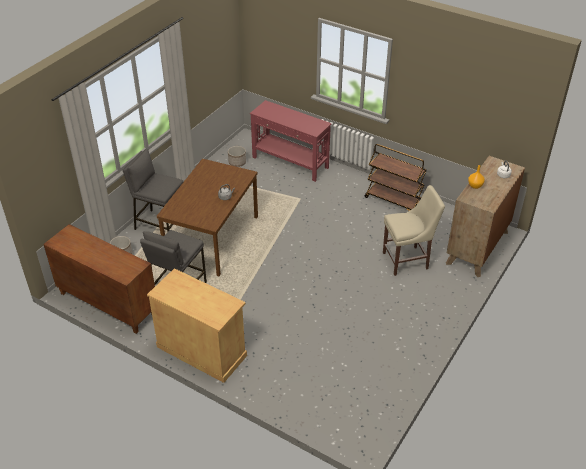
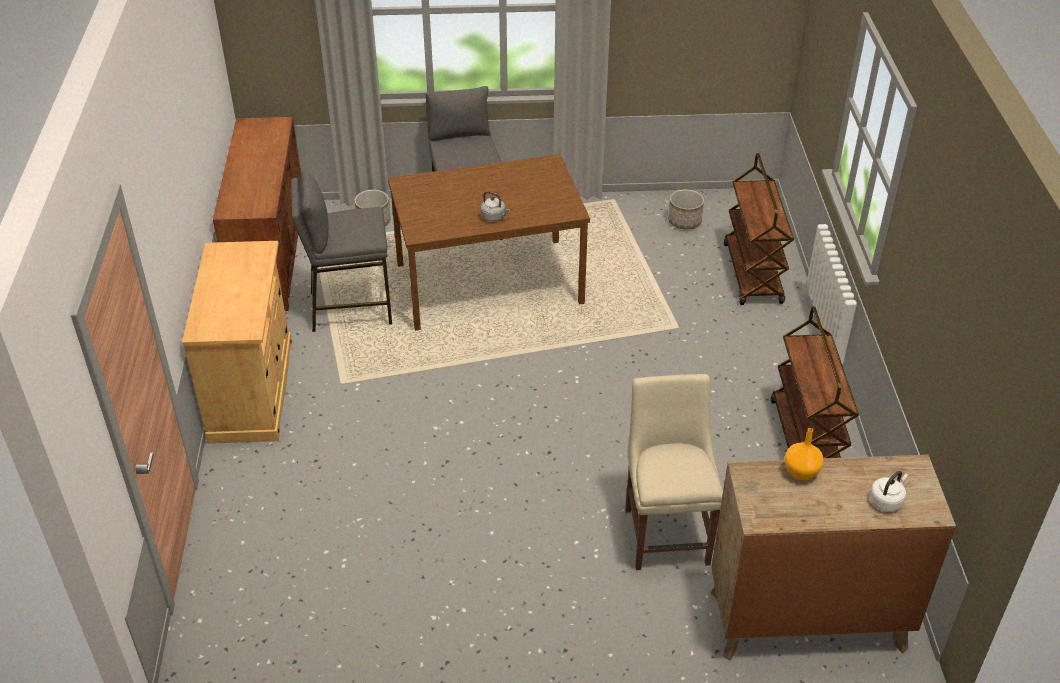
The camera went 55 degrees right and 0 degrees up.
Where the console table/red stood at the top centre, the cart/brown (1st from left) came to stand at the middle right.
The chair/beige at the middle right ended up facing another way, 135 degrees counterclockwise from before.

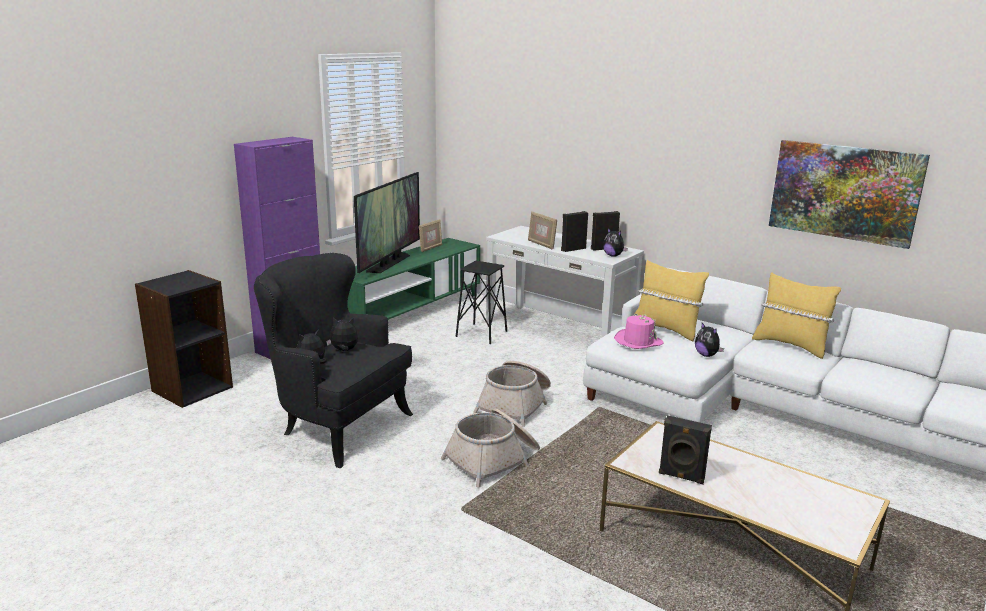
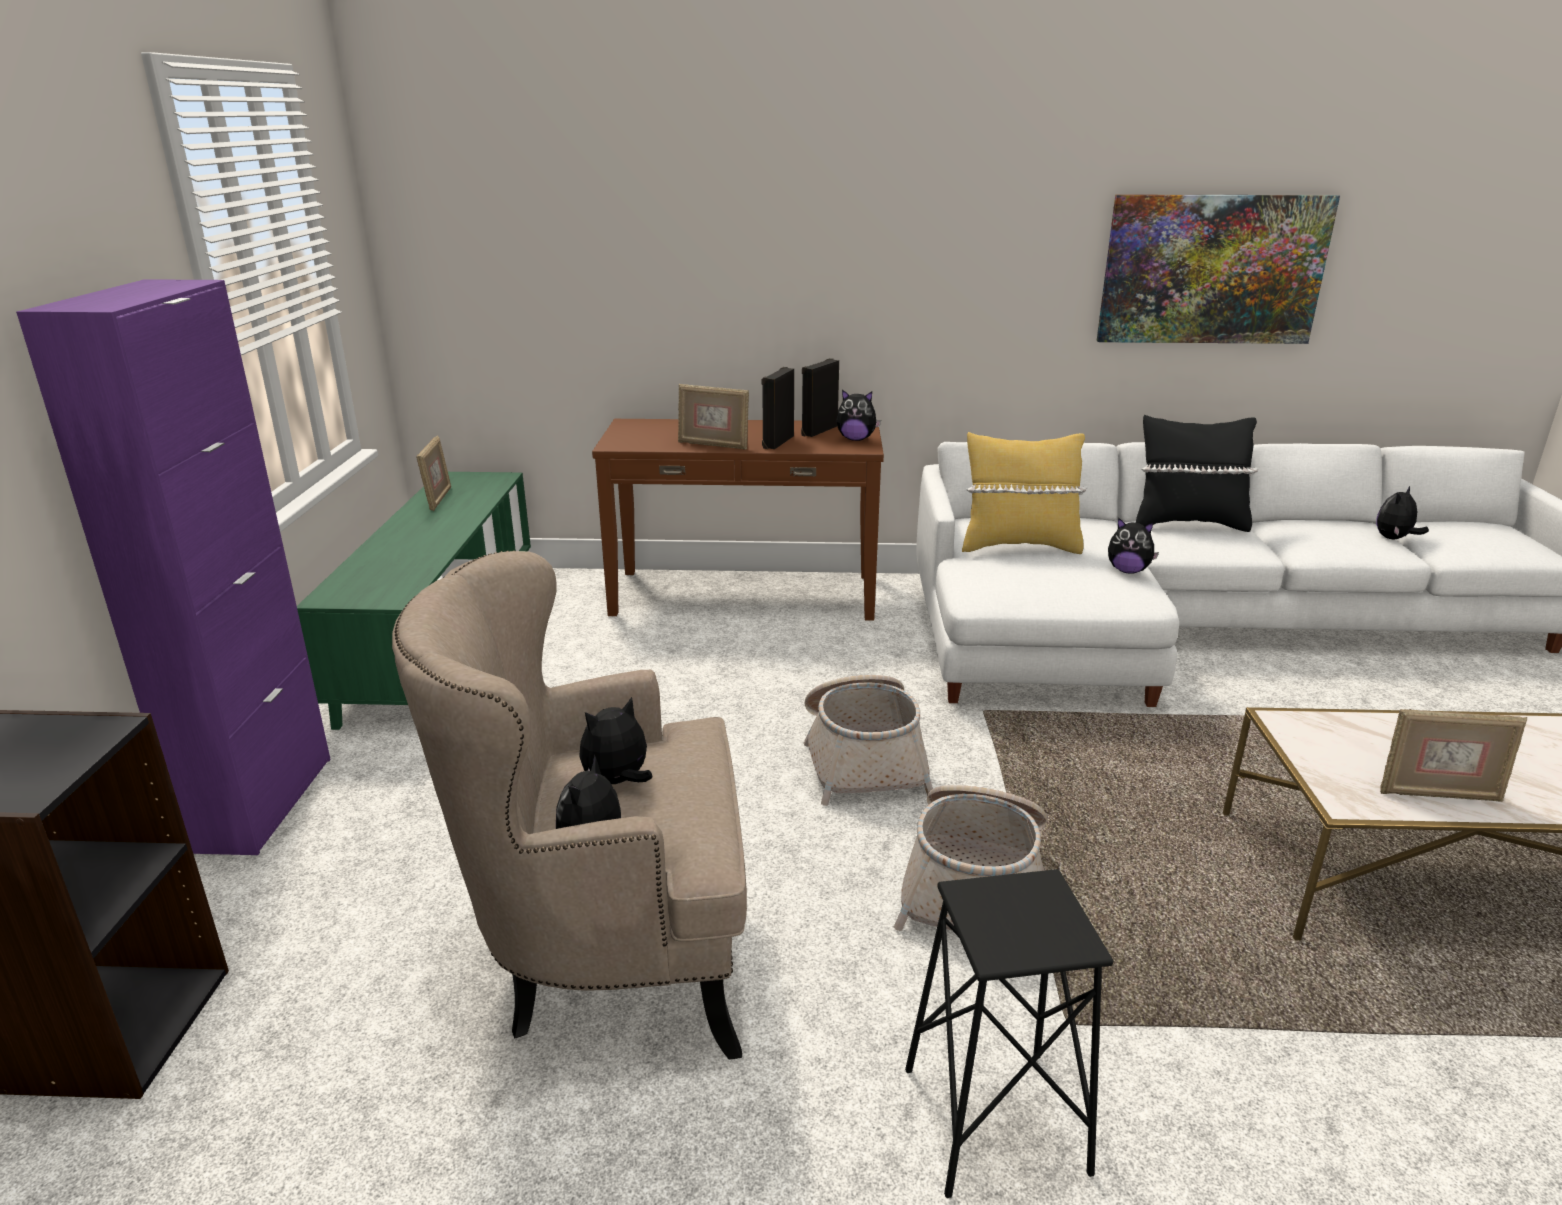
The camera went 35 degrees left and 5 degrees up.
The second view lost the television at the centre.
What was the console table/white at the centre turned into the console table/brown at the centre.
What was the armchair/black at the centre turned into the armchair/beige at the bottom centre.
The stool/black ended up elsewhere, having gone from the centre to the bottom centre.
What was the pillow/yellow (2nd from left) at the middle right turned into the pillow/black at the middle right.
The second view lost the hat/pink at the centre.
Where the speaker/black (3rd from left) stood at the bottom right, the picture frame (3rd from left) came to stand at the middle right.
The second view gained the plush toy (5th from left) at the middle right.

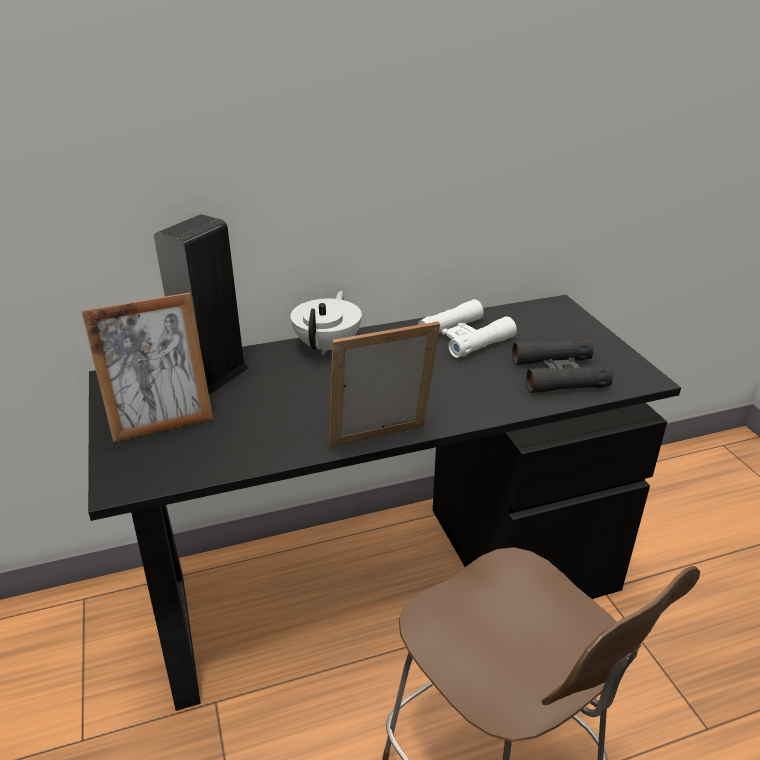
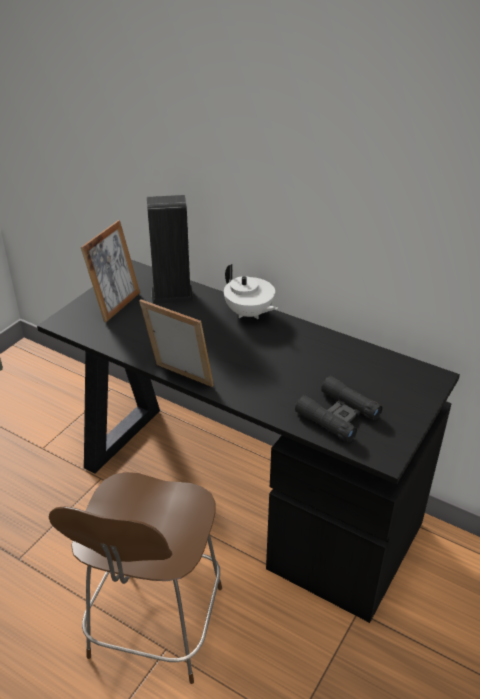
The camera went 50 degrees right and 5 degrees up.
The teapot/white at the centre ended up facing another way, 75 degrees clockwise from before.
The picture frame (1st from left) at the middle left ended up facing another way, 90 degrees counterclockwise from before.
The second view lost the binoculars/white at the centre.

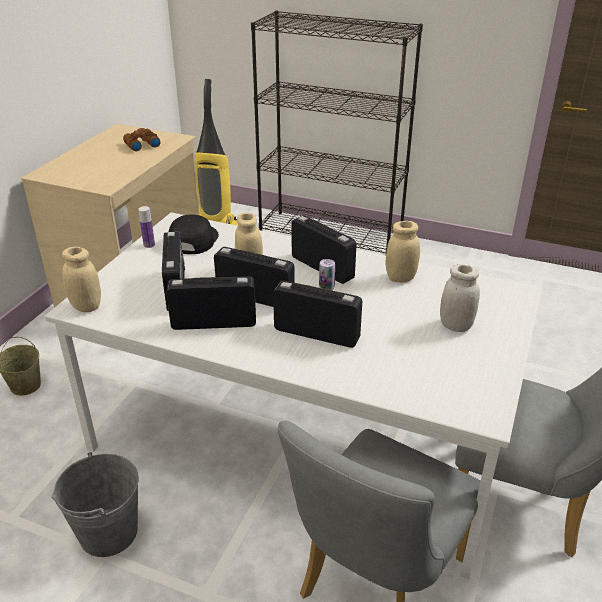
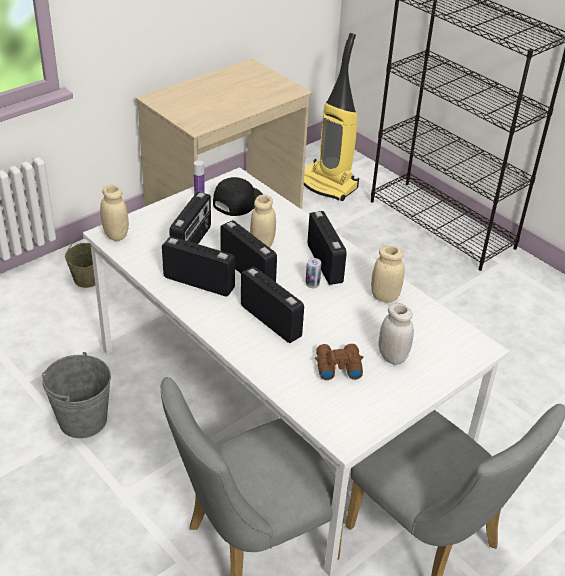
The camera went 25 degrees right and 5 degrees up.
The binoculars/brown ended up elsewhere, having gone from the top left to the centre.

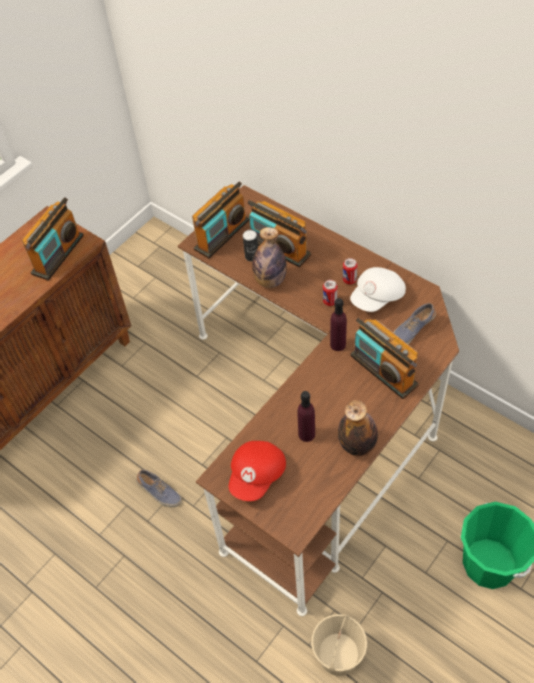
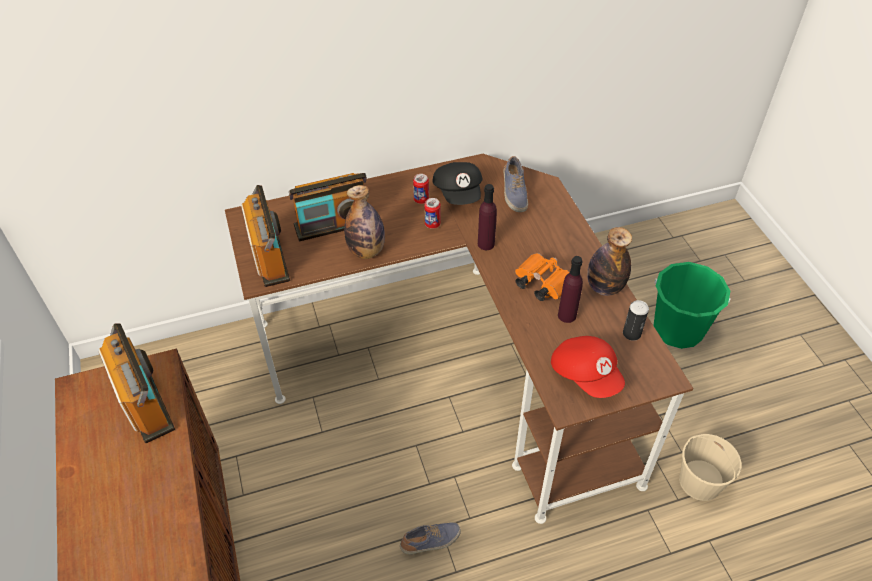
The camera went 60 degrees left and 5 degrees down.
The can (1st from left in the first image) ended up elsewhere, having gone from the centre to the middle right.
What was the cap/white at the middle right turned into the cap/black at the top centre.
The second view lost the radio (4th from left) at the middle right.
The second view gained the binoculars/orange at the centre.

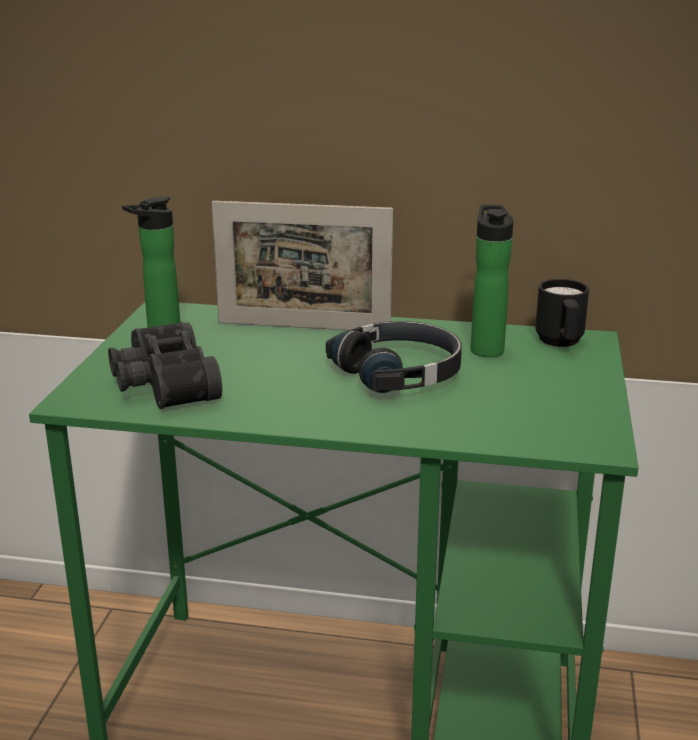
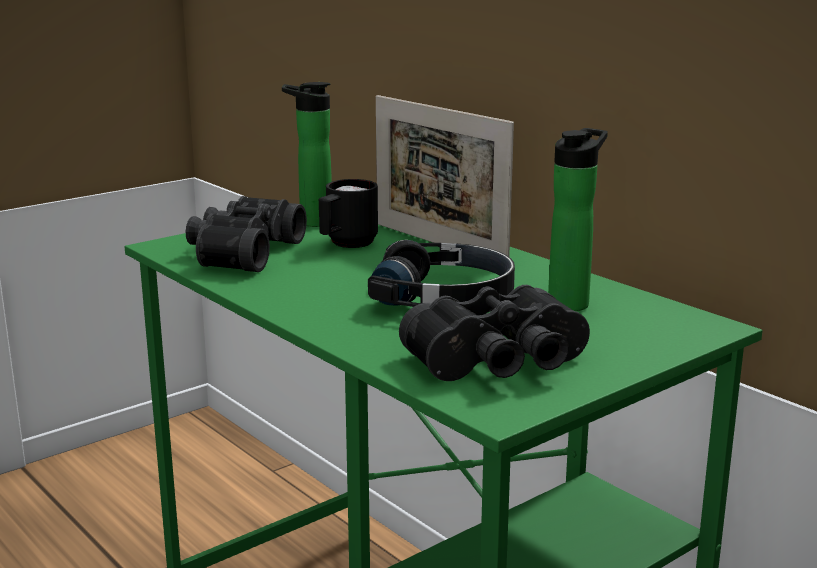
The camera went 40 degrees right and 5 degrees down.
The mug/black ended up elsewhere, having gone from the middle right to the centre.
The second view gained the binoculars/black (2nd from left) at the centre.

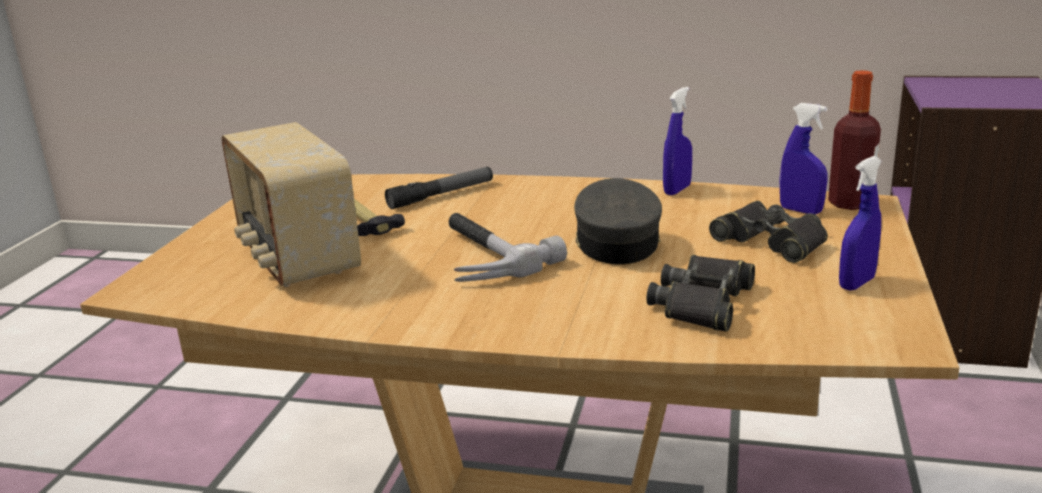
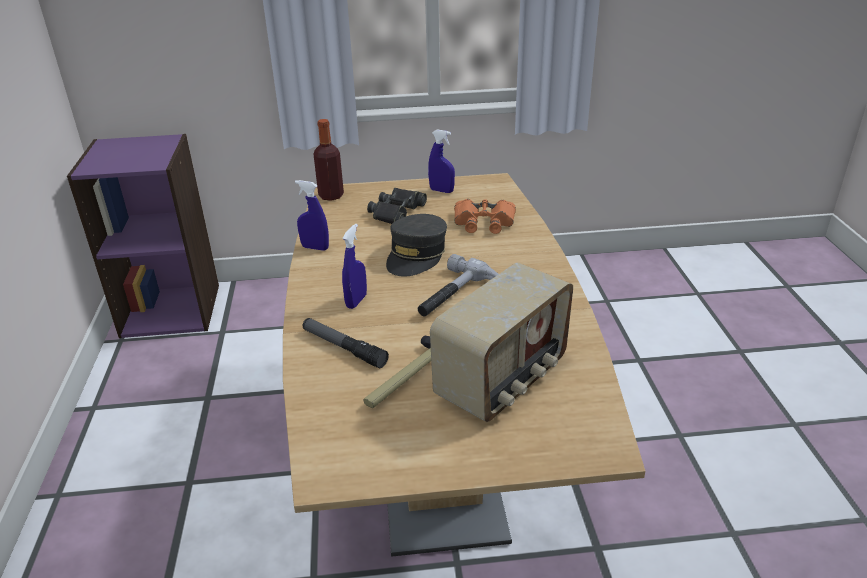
The camera went 110 degrees left and 10 degrees up.
The spray bottle/blue (2nd from left) ended up elsewhere, having gone from the top right to the centre.
The cap/grey at the centre ended up facing another way, 45 degrees counterclockwise from before.
What was the binoculars/black (1st from left) at the middle right turned into the binoculars/orange at the centre.

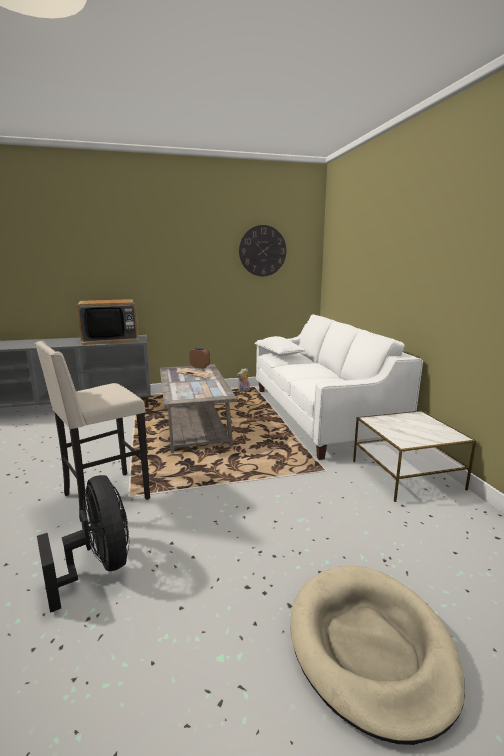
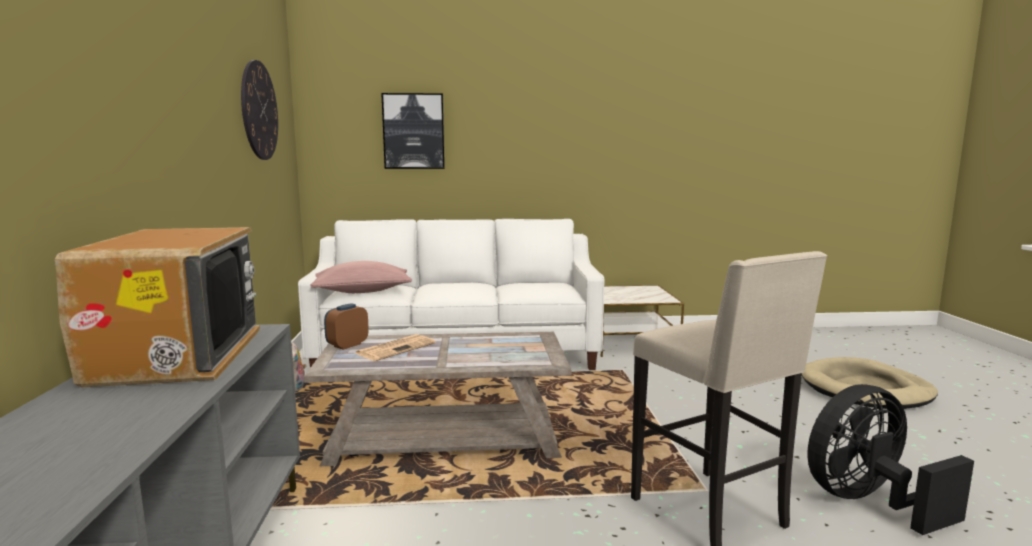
The camera went 80 degrees left and 5 degrees down.
What was the pillow/white at the centre turned into the pillow/pink at the centre.
The second view gained the picture at the top centre.

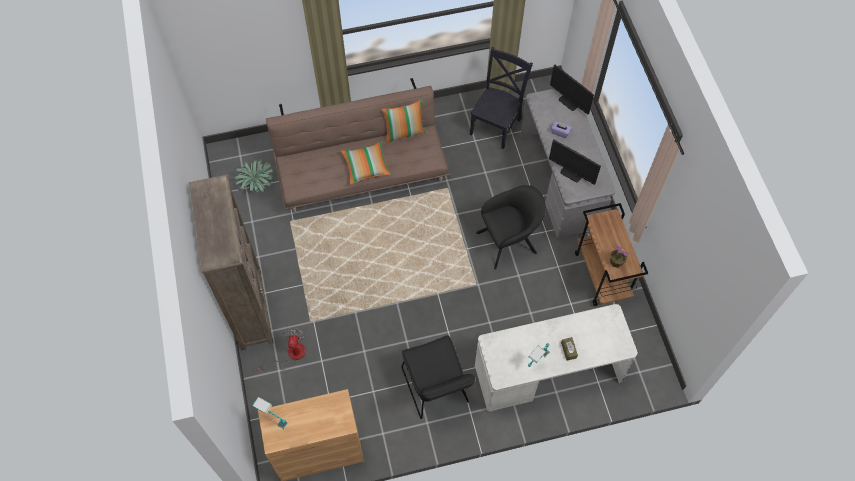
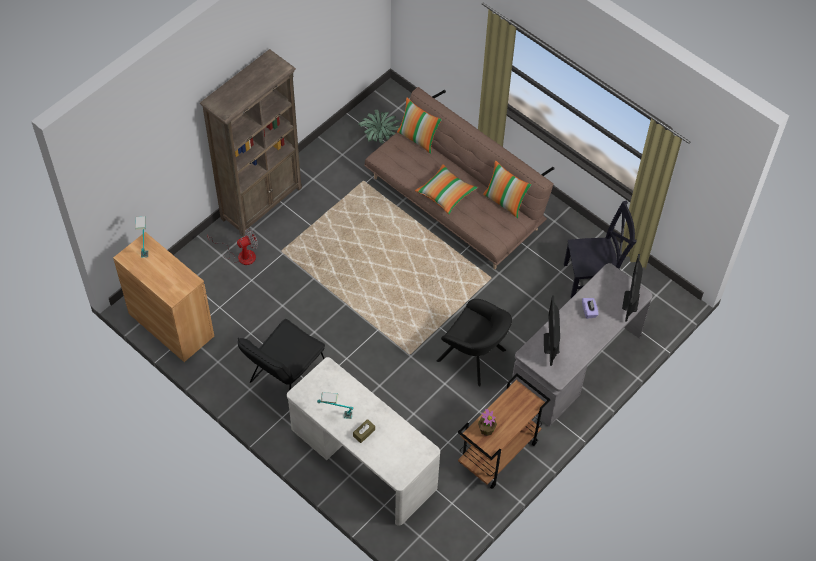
The camera went 55 degrees right and 5 degrees down.
The second view gained the pillow (1st from left) at the top centre.

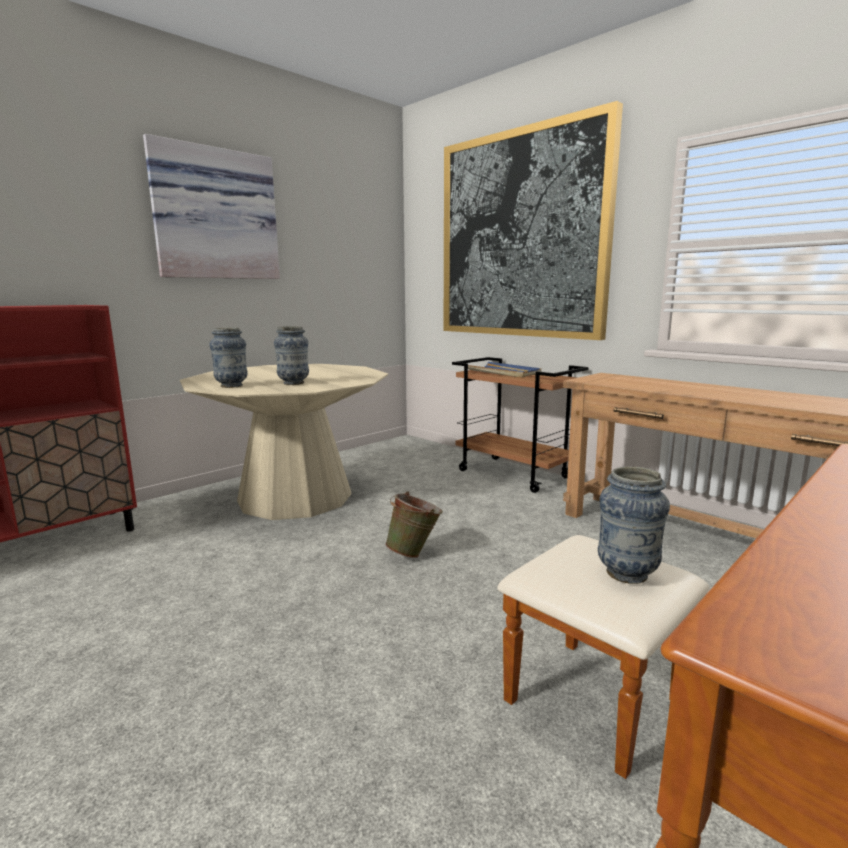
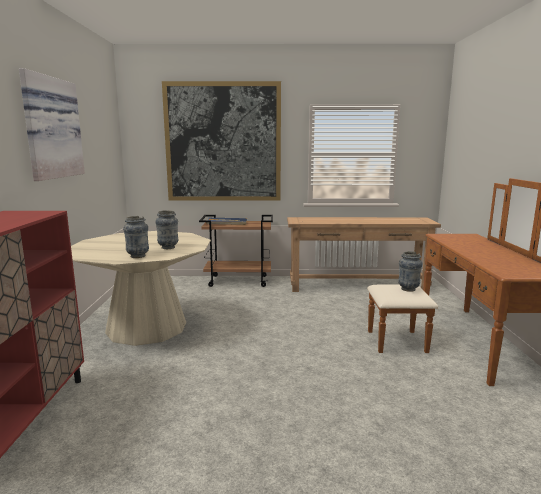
The camera went 45 degrees left and 0 degrees up.
The second view lost the bucket/green at the centre.

